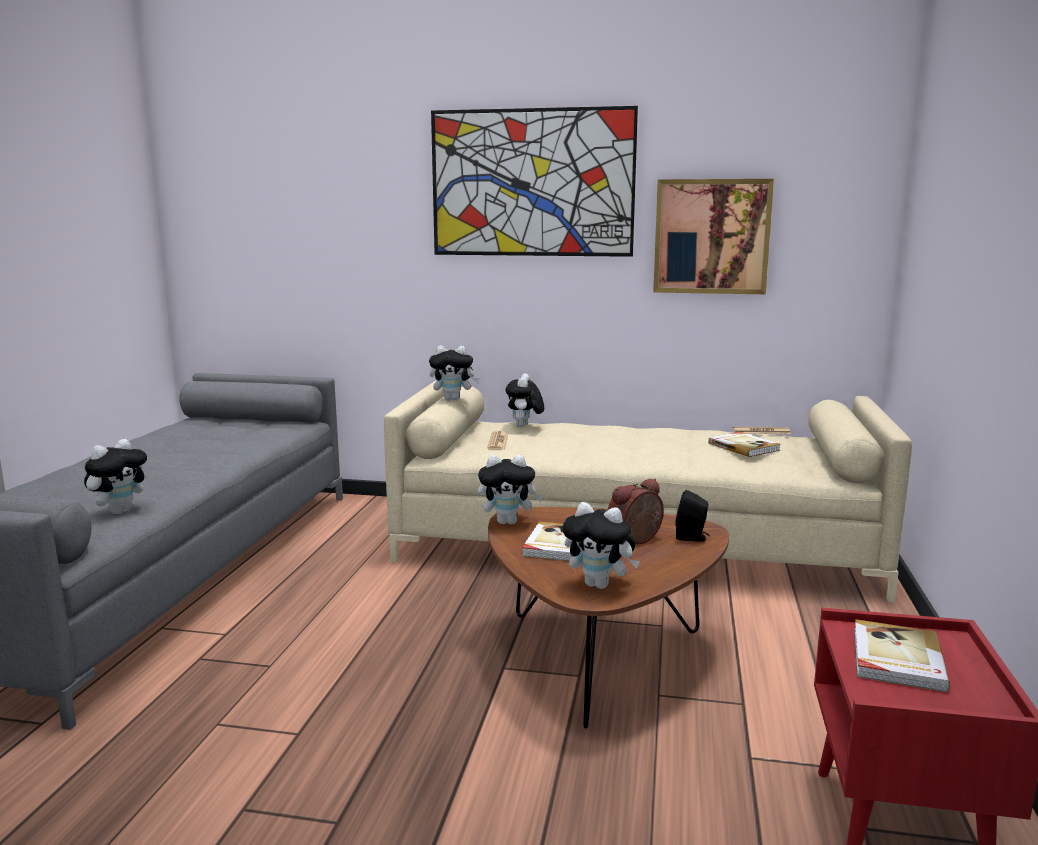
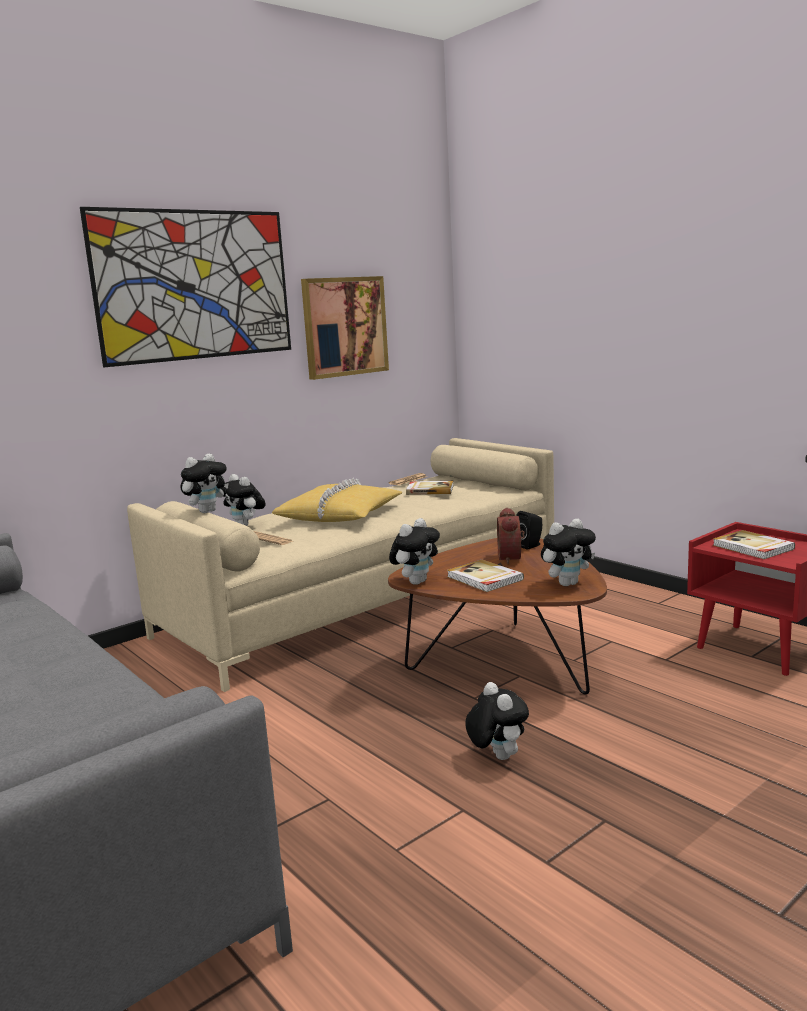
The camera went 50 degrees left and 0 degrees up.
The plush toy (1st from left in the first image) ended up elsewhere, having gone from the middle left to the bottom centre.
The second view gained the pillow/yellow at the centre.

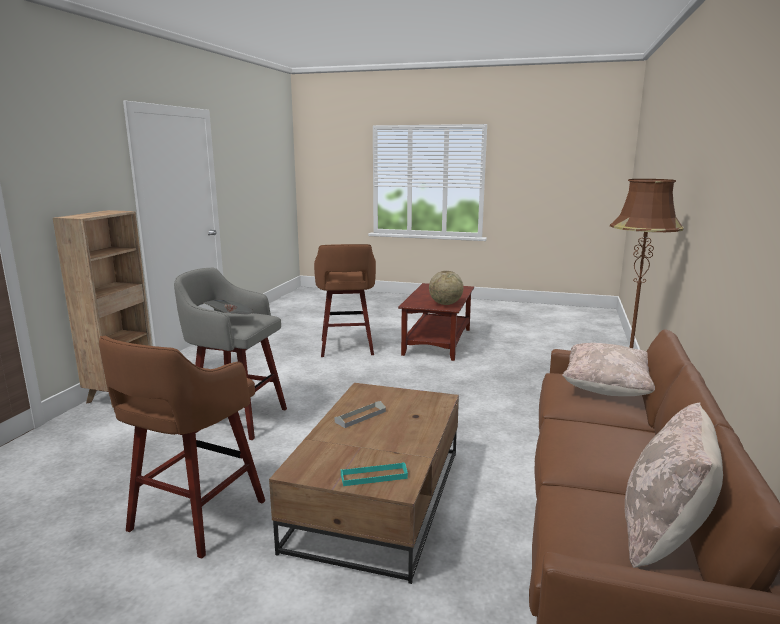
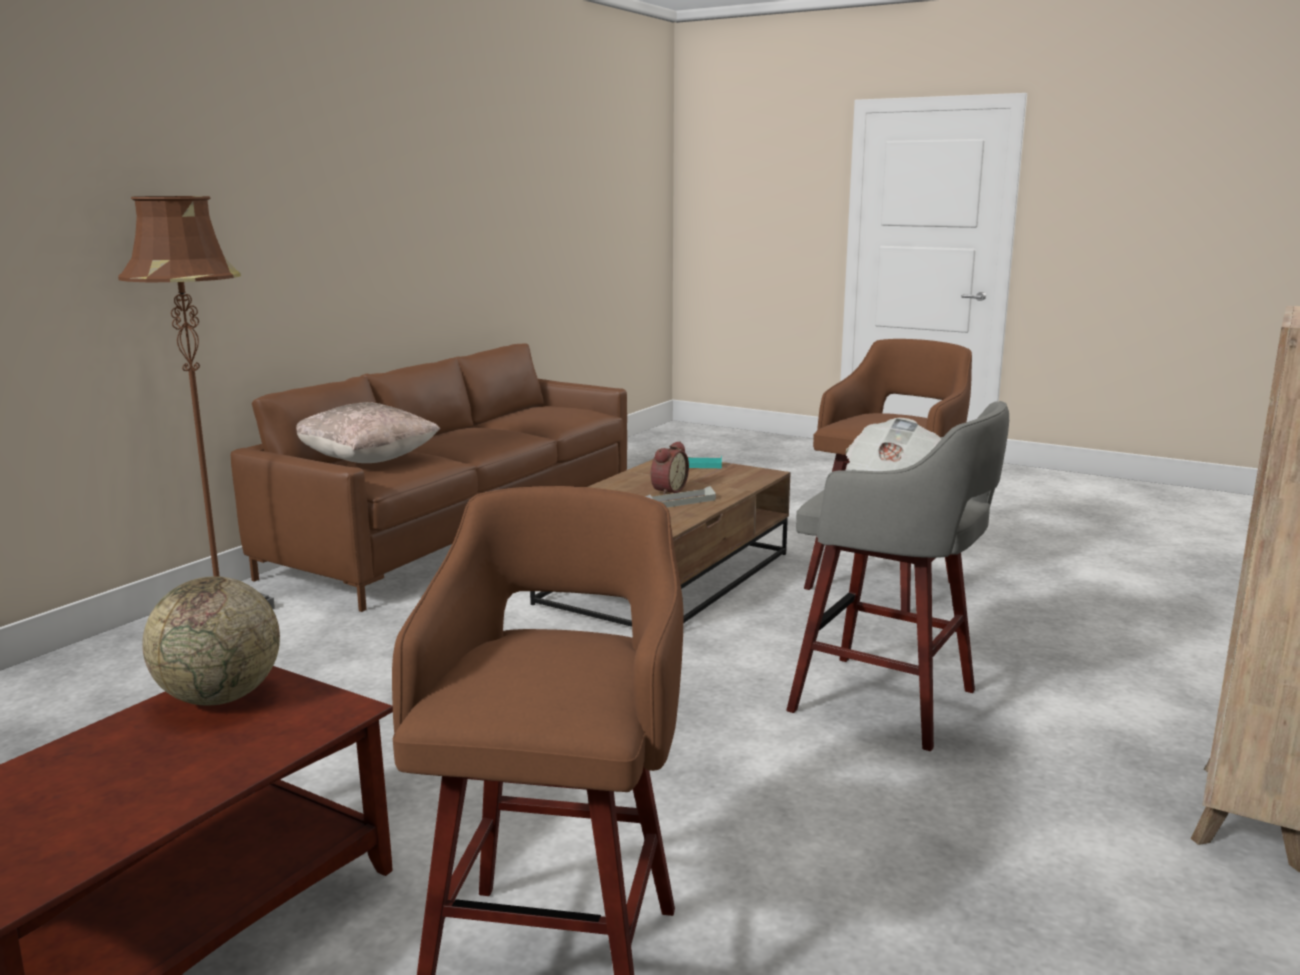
The camera went 165 degrees left and 0 degrees up.
The second view lost the pillow/beige (2nd from left) at the bottom right.
The second view gained the alarm clock at the centre.

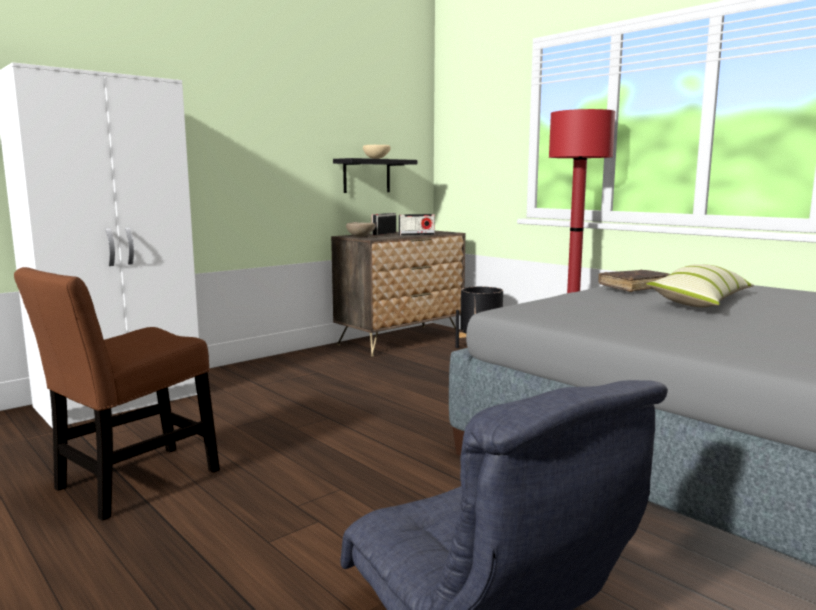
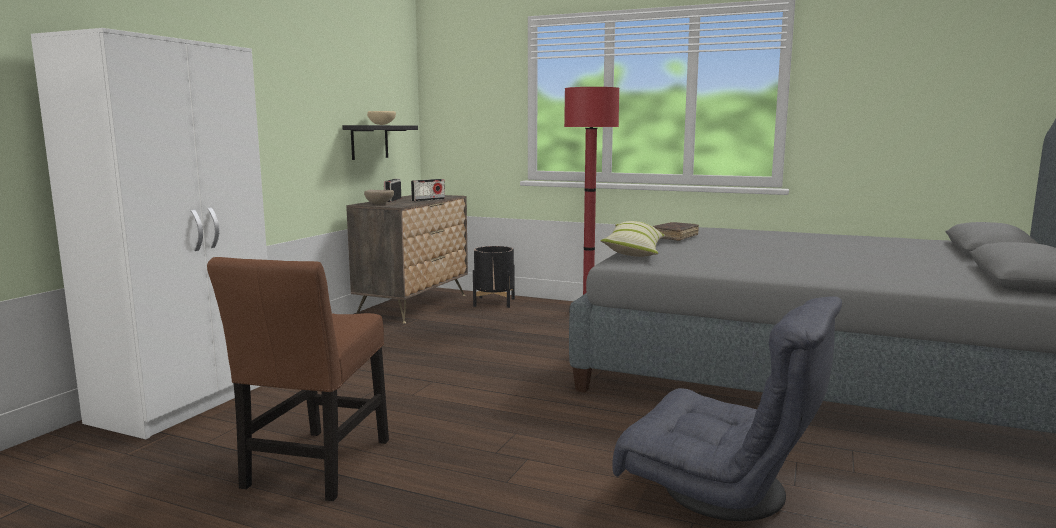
The camera went 25 degrees left and 0 degrees up.
The pillow ended up elsewhere, having gone from the middle right to the centre.

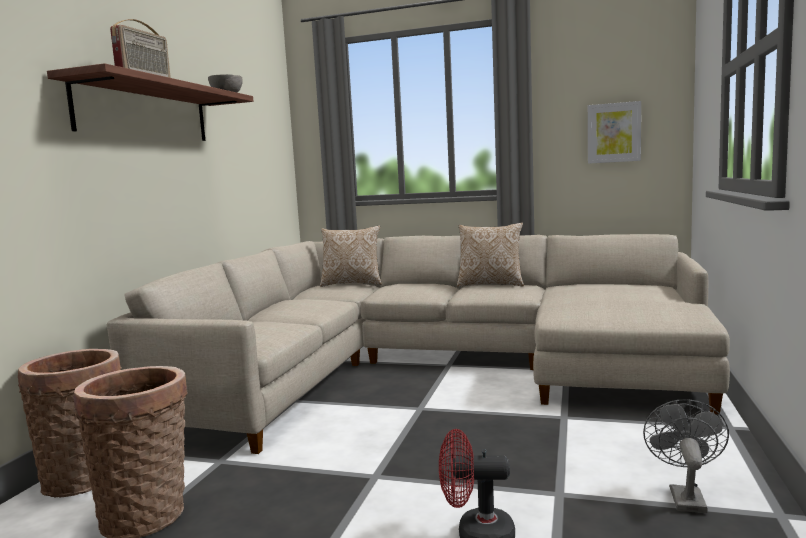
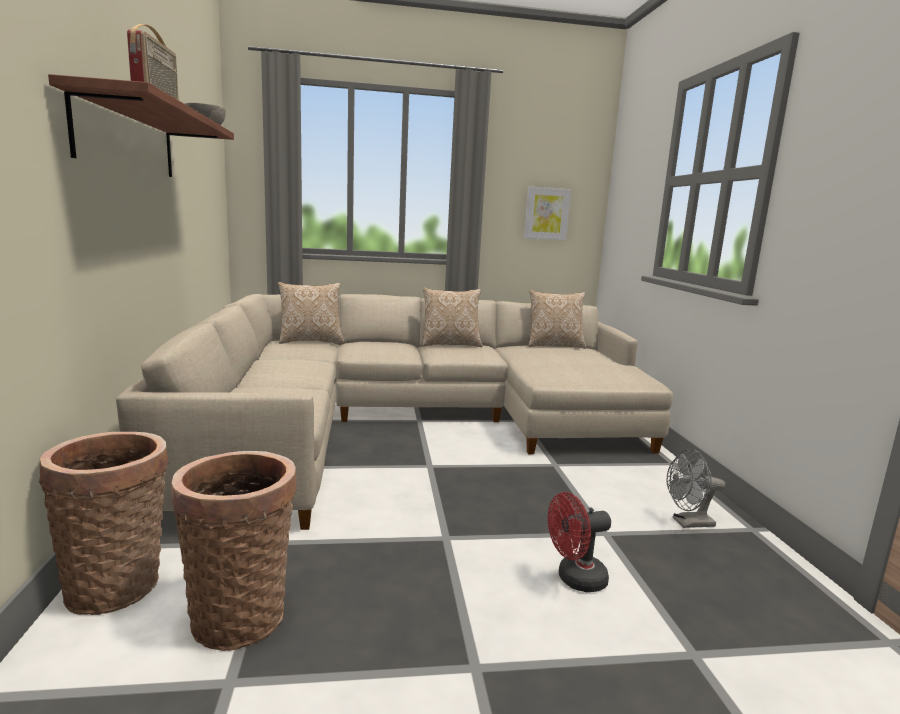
The camera went 25 degrees left and 5 degrees up.
The fan/grey at the bottom right ended up facing another way, 90 degrees counterclockwise from before.
The second view gained the pillow (3rd from left) at the centre.

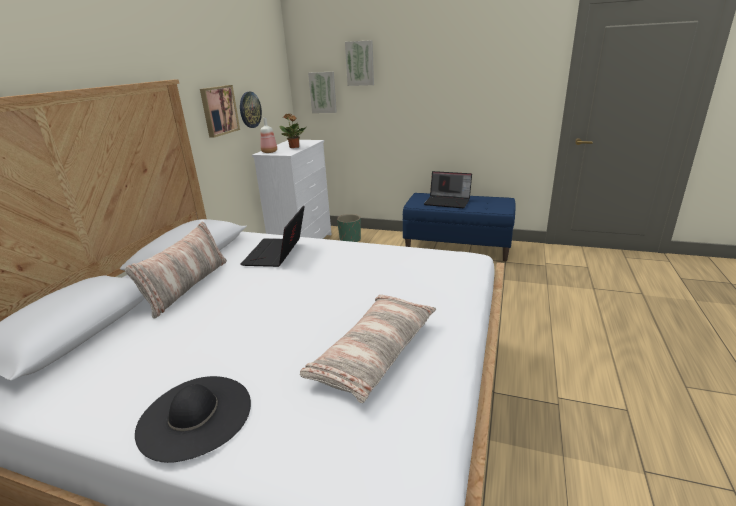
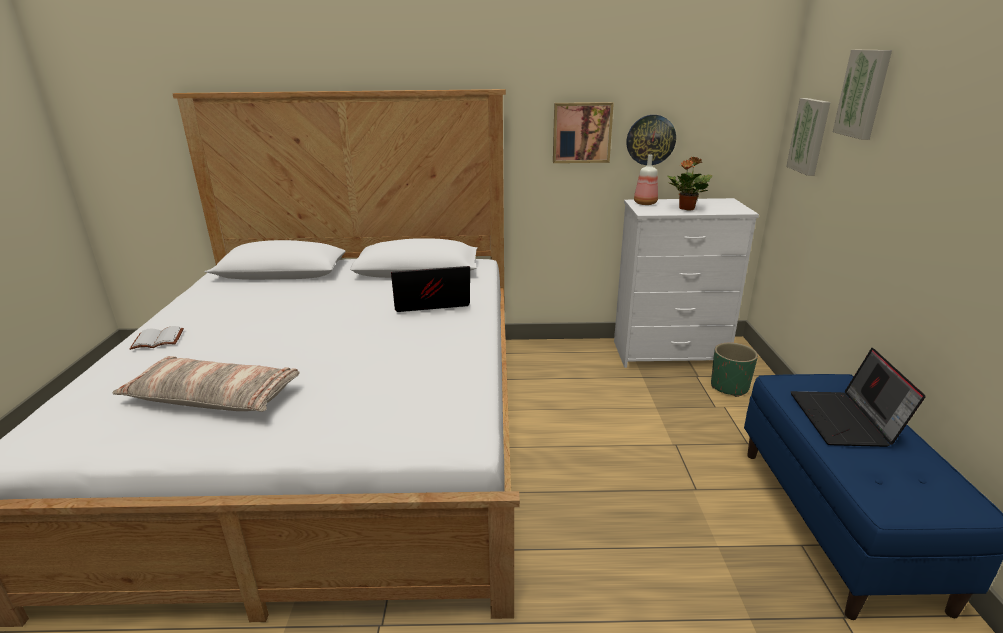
The camera went 70 degrees right and 0 degrees up.
The second view lost the pillow (1st from left) at the middle left.
Where the hat/black stood at the bottom left, the book/white came to stand at the middle left.

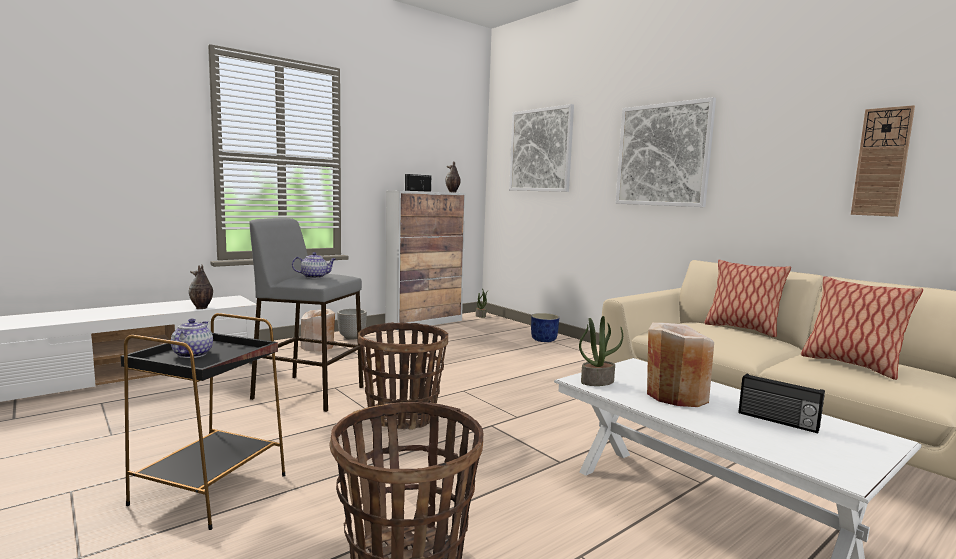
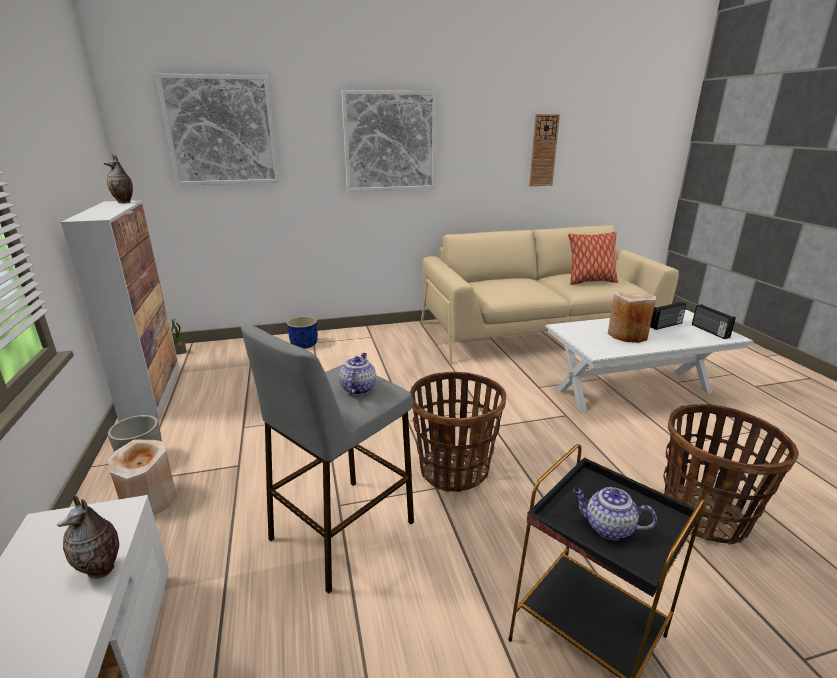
The camera went 65 degrees left and 15 degrees up.
The radio (1st from left in the first image) ended up elsewhere, having gone from the top centre to the middle right.
The second view lost the pillow (1st from left) at the middle right.
The second view lost the potted plant (2nd from left) at the centre.

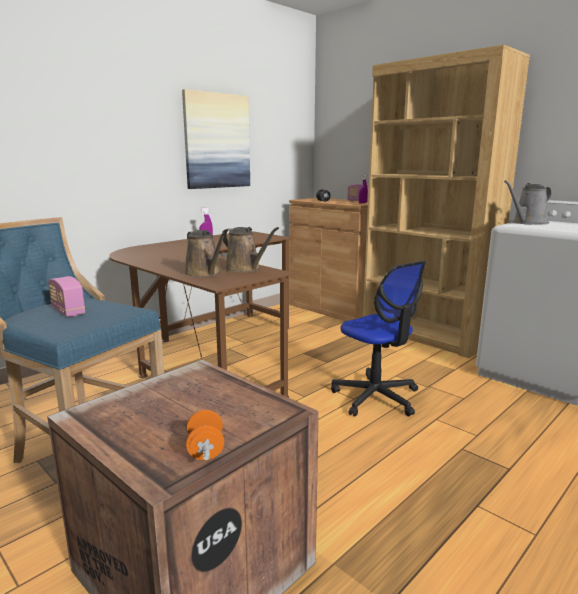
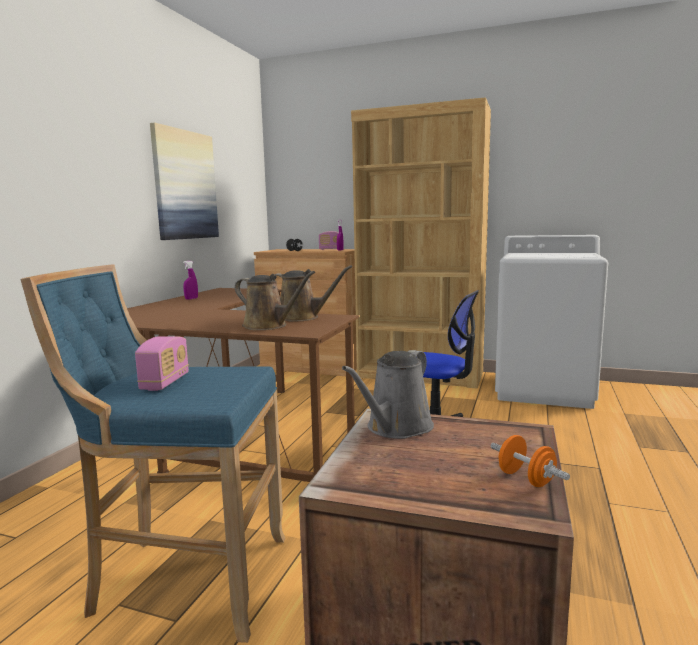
The camera went 25 degrees left and 5 degrees down.
The watering can/grey ended up elsewhere, having gone from the middle right to the centre.
The radio (1st from left) at the middle left ended up facing another way, 105 degrees counterclockwise from before.

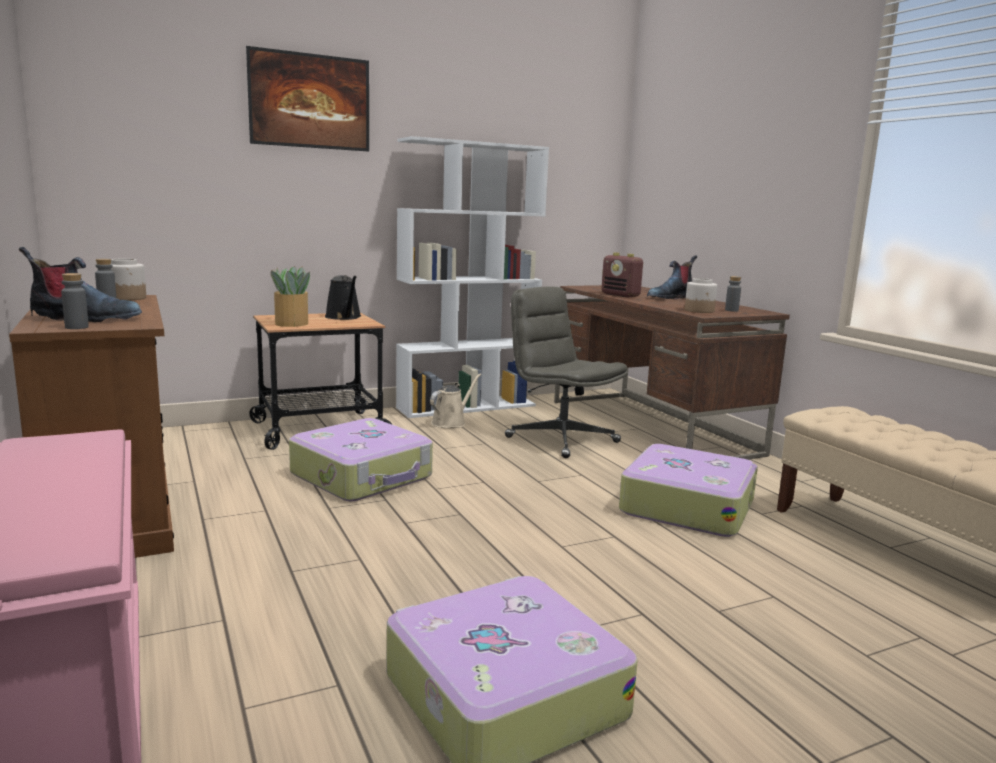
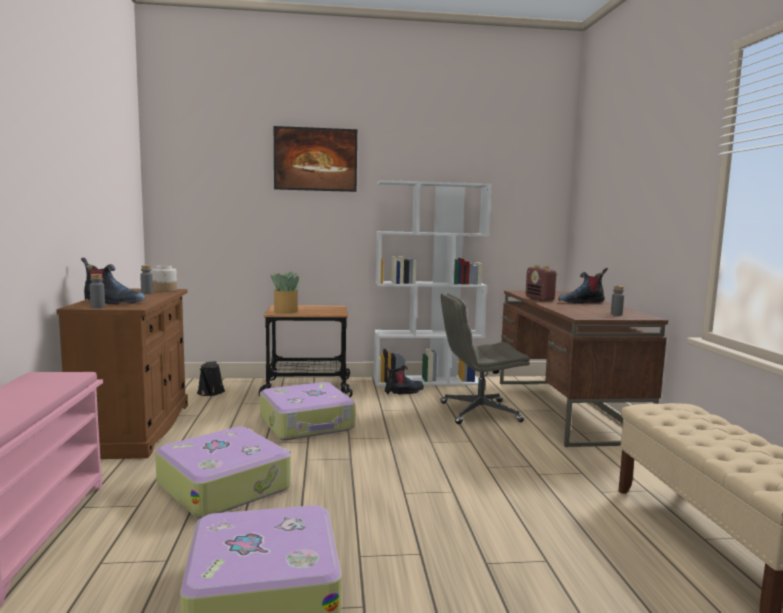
The camera went 20 degrees right and 5 degrees down.
The watering can/black ended up elsewhere, having gone from the centre to the middle left.
The second view lost the jar (2nd from left) at the middle right.
The office chair/grey at the centre ended up facing another way, 75 degrees counterclockwise from before.
Where the watering can/beige stood at the centre, the boot (2nd from left) came to stand at the centre.
The suitcase (3rd from left in the first image) ended up elsewhere, having gone from the middle right to the bottom left.

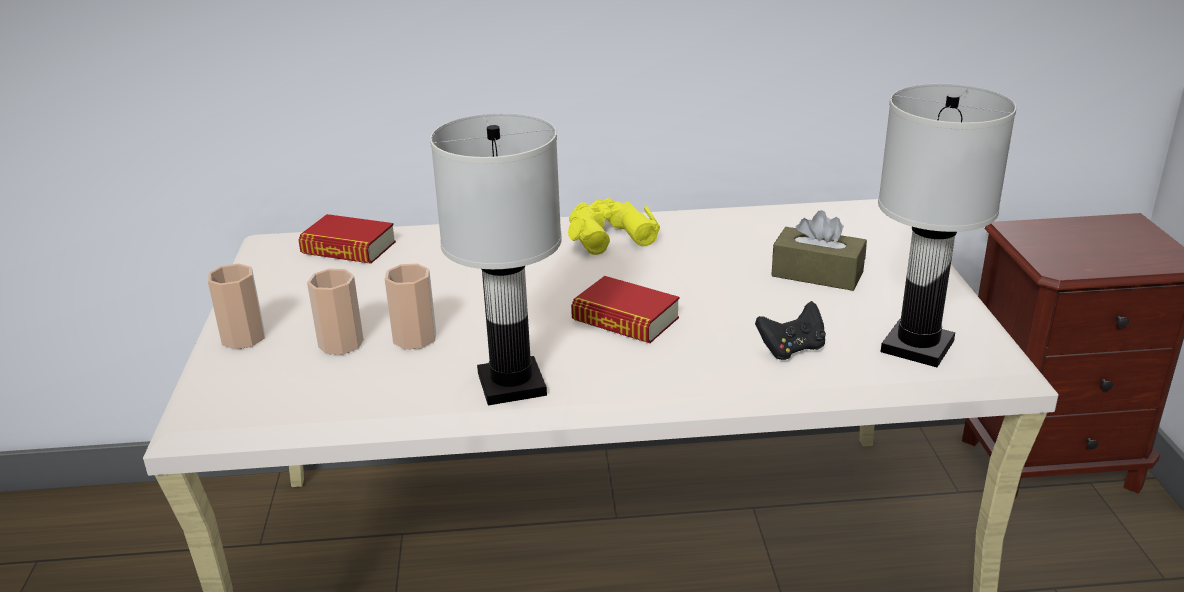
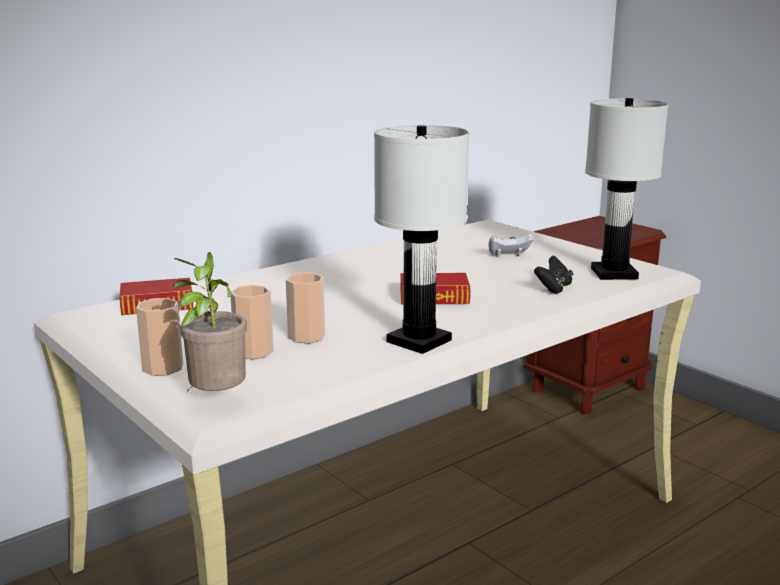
The camera went 35 degrees left and 10 degrees down.
The second view lost the binoculars/yellow at the centre.
Where the tissue box/brown stood at the middle right, the game controller/white came to stand at the centre.
The second view gained the potted plant at the middle left.

